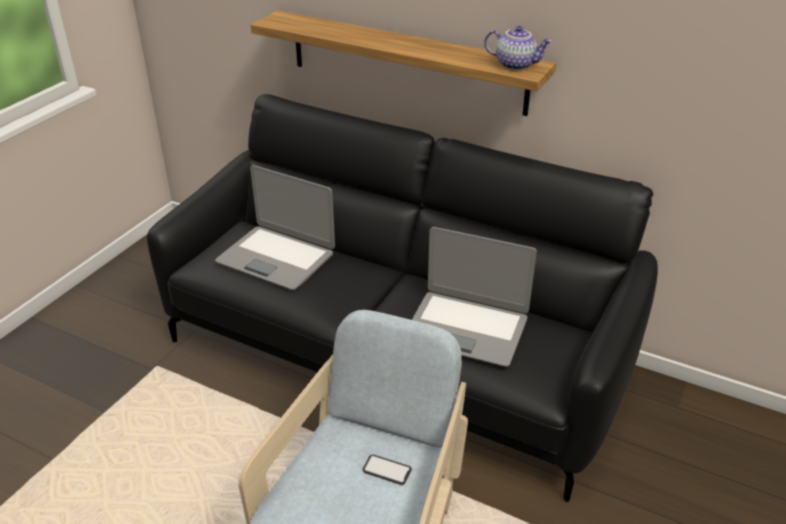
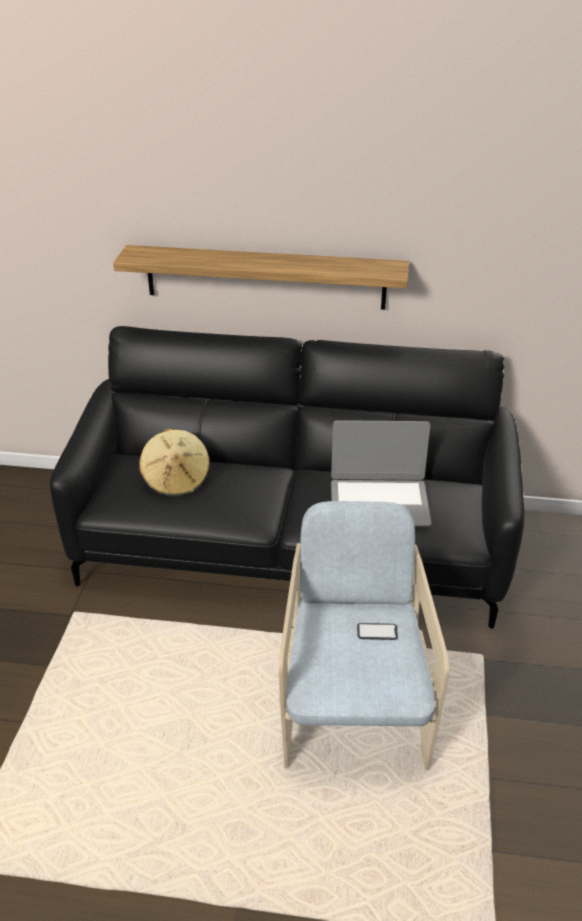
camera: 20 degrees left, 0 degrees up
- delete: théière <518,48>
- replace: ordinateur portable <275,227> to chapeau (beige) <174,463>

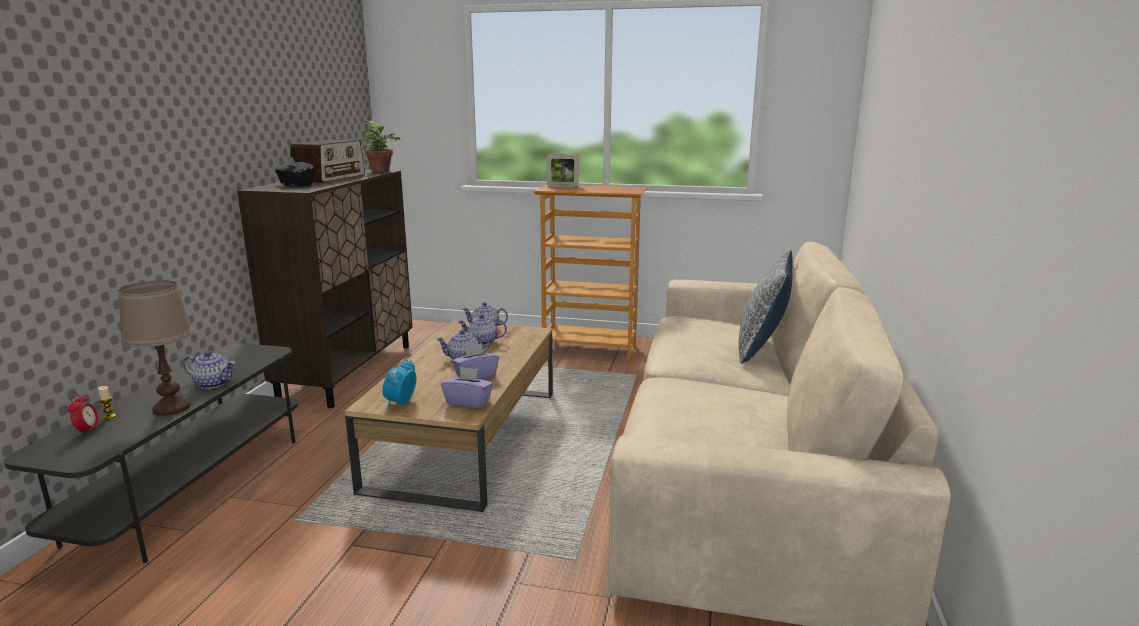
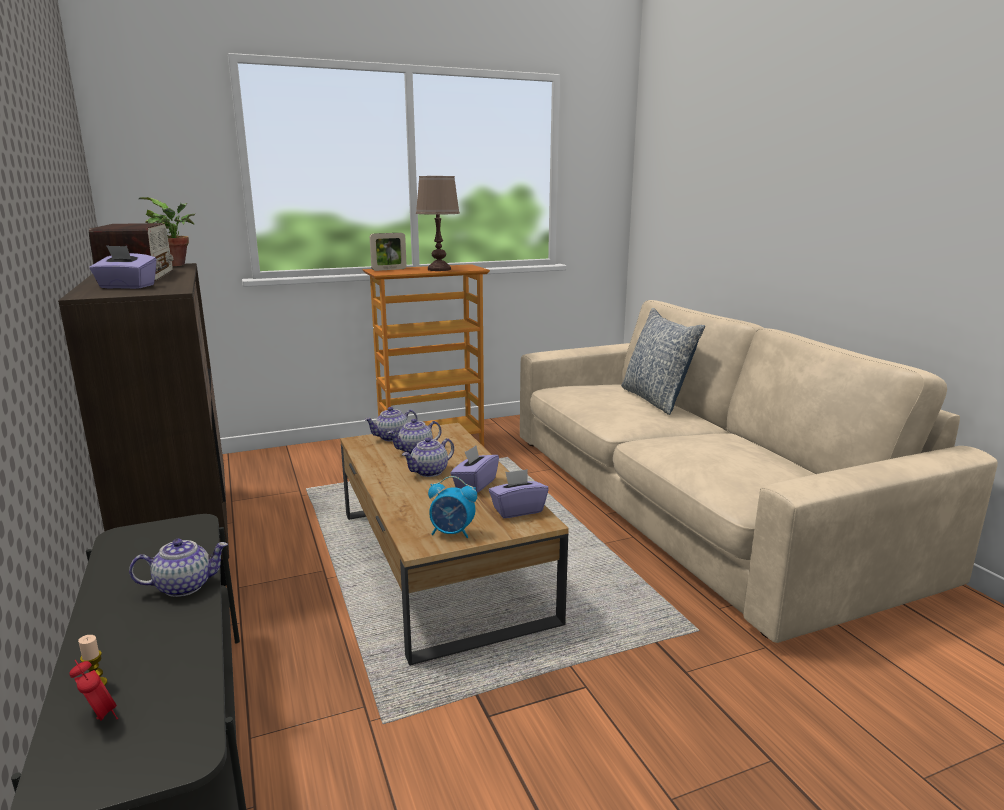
camera: 35 degrees left, 0 degrees up
- move: lampe de table (marron) <155,348> to <438,223>
- recolor: boîte à mouchoirs (noir) <294,171> to boîte à mouchoirs (violet) <123,267>
- rotate: réveil <399,384> = <452,507> 60 degrees counterclockwise

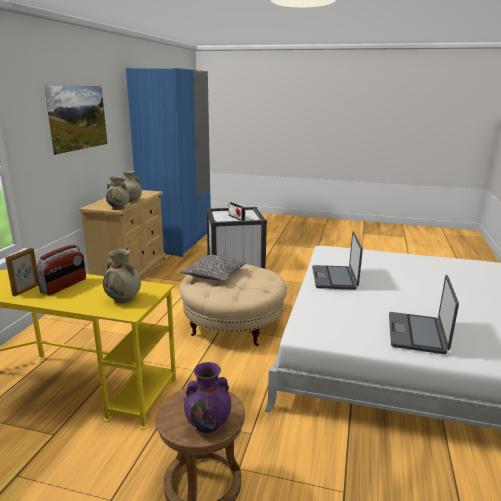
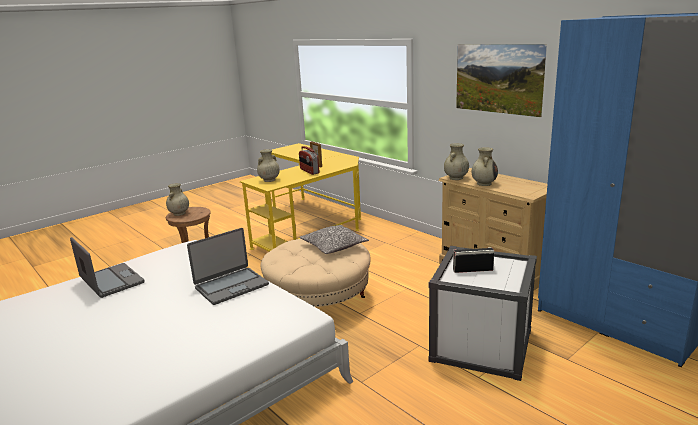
camera: 125 degrees right, 0 degrees up
- recolor: vase (violet) <207,397> to vase (beige) <177,199>
- rotate: ordinateur portable <337,261> = <228,266> 105 degrees clockwise

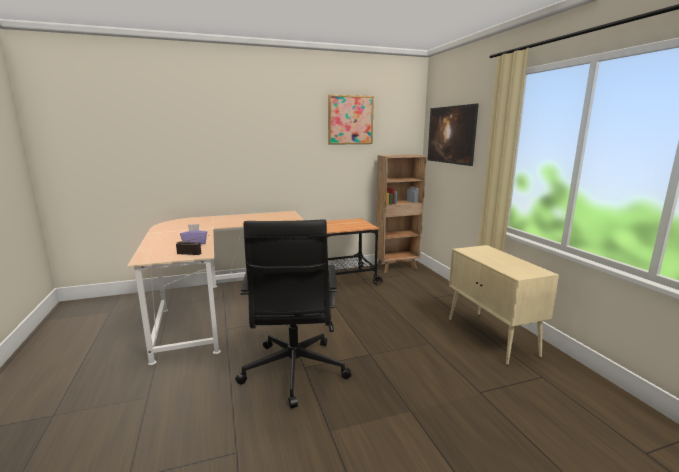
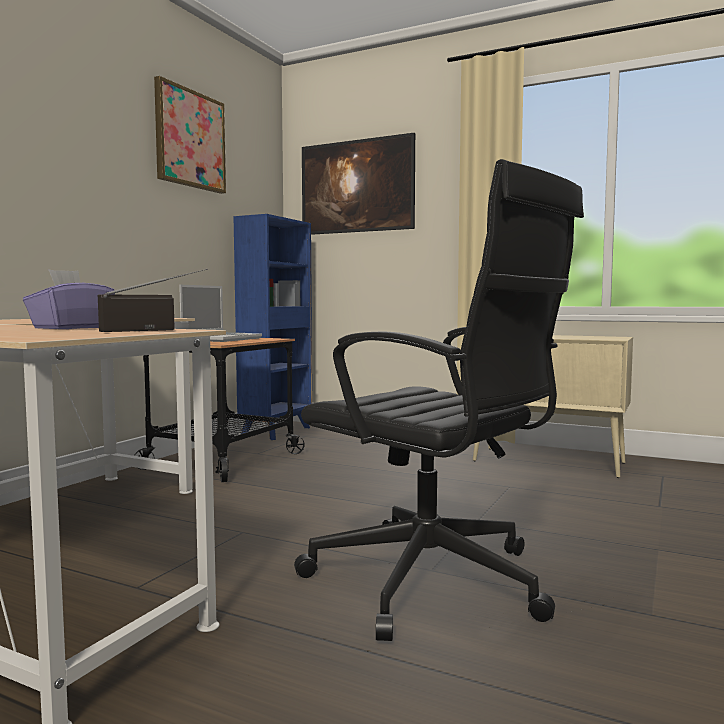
camera: 45 degrees left, 10 degrees down
- insert: ordinateur portable <220,313>
- recolor: bibliothèque (marron) <401,214> to bibliothèque (bleu) <272,327>

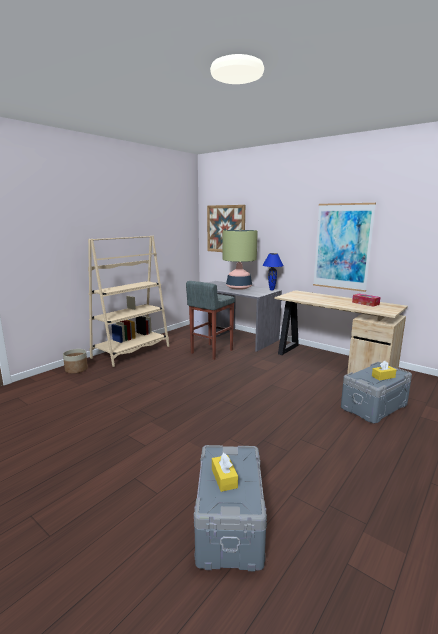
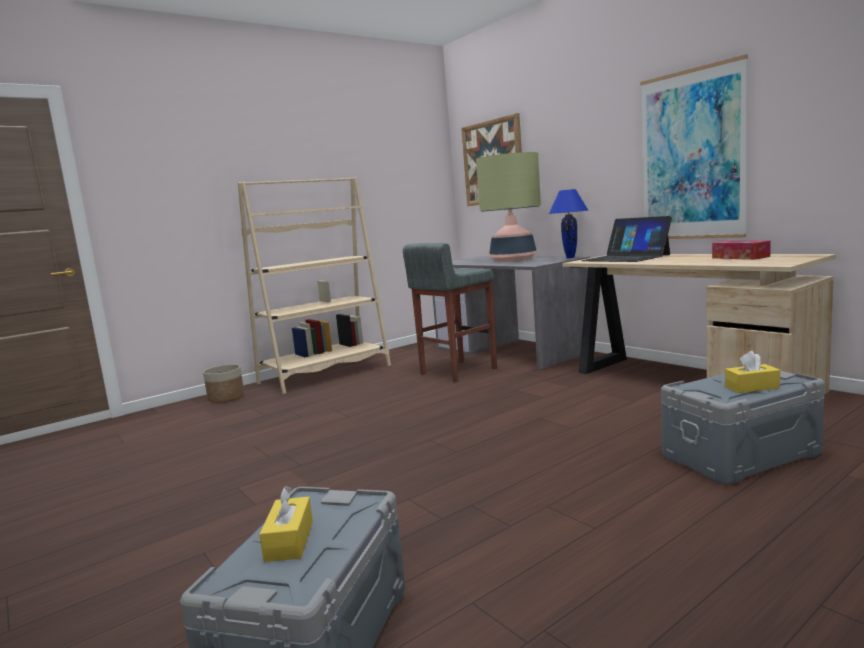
camera: 15 degrees right, 5 degrees down
- insert: ordinateur portable <626,239>

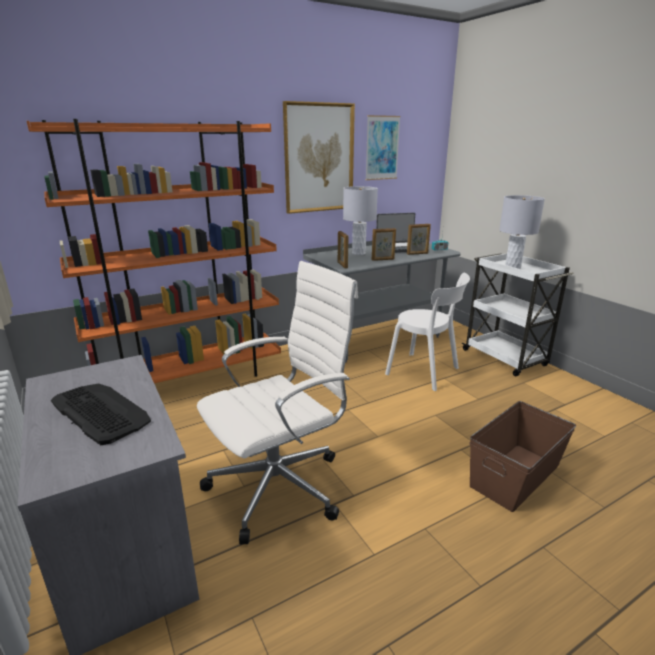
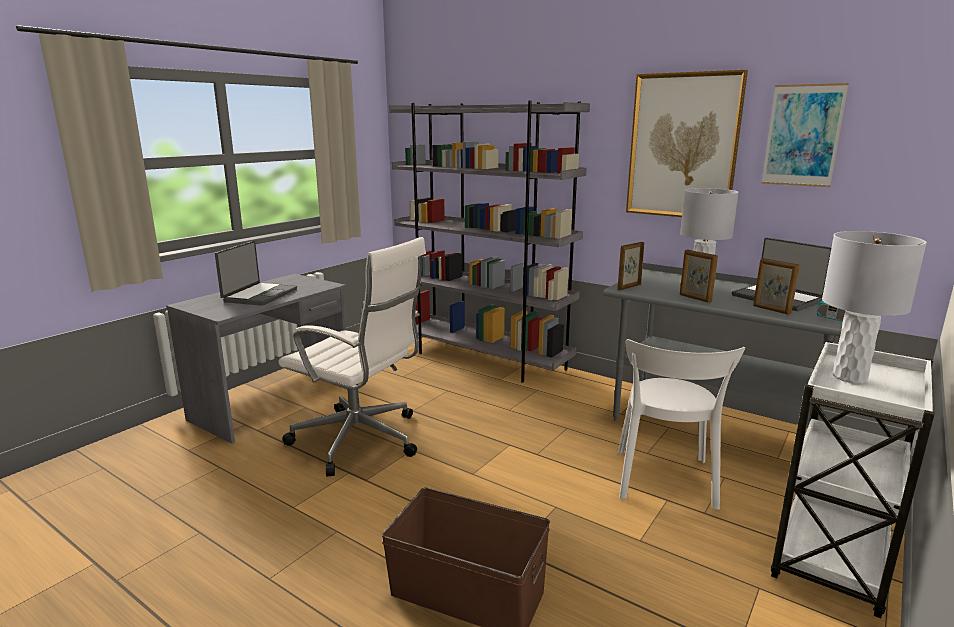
camera: 65 degrees right, 5 degrees down
- replace: clavier <101,414> to ordinateur portable <256,273>
- recolor: bibliothèque (orange) <154,251> to bibliothèque (gris) <489,242>

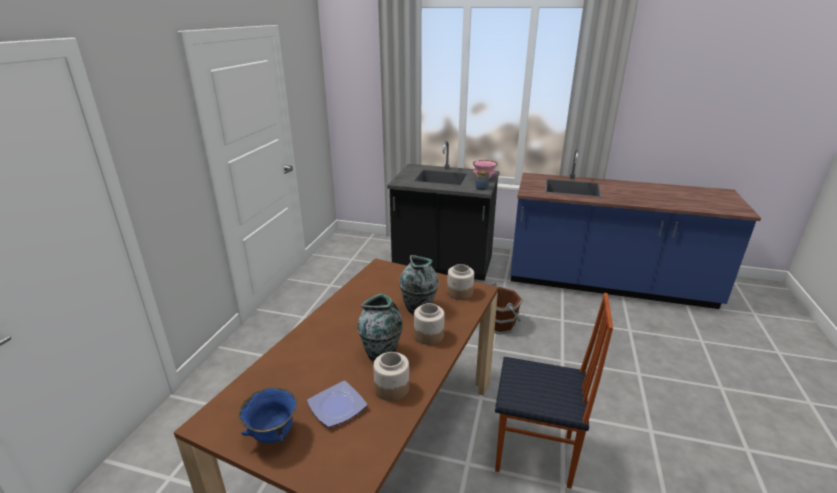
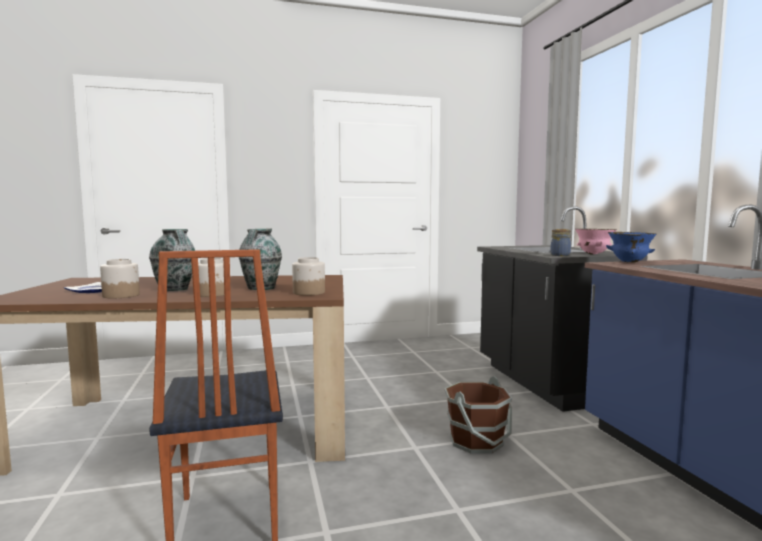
camera: 60 degrees right, 20 degrees down
- move: bol (bleu) <267,415> to <631,247>

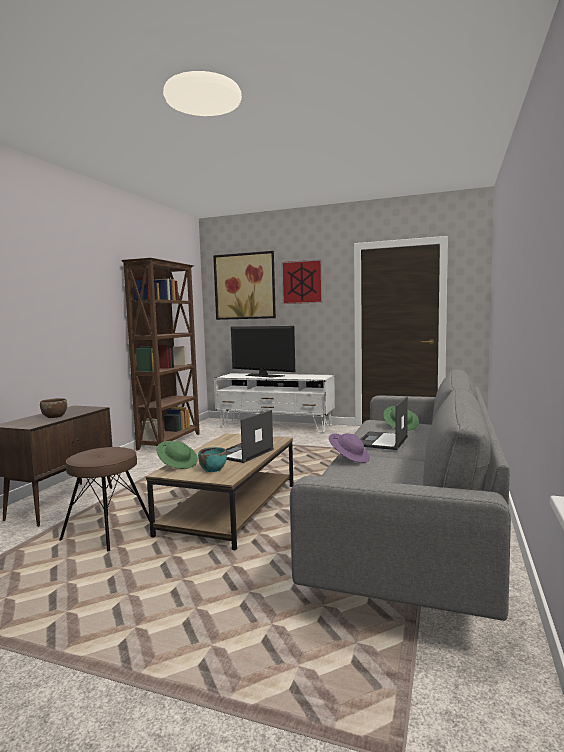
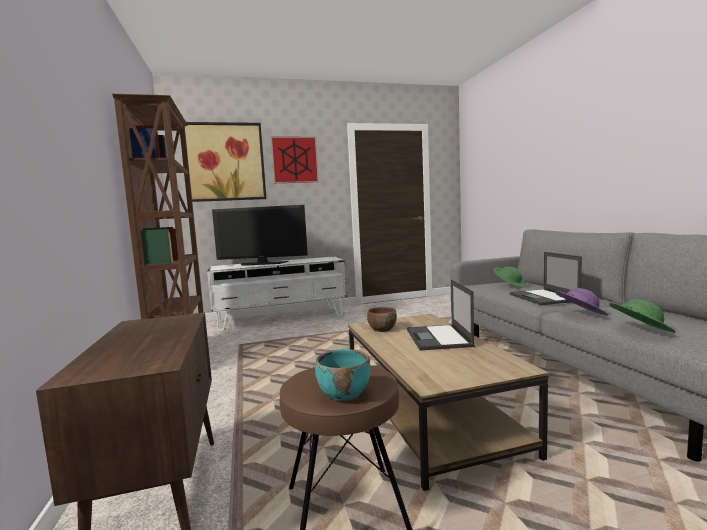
camera: 35 degrees left, 0 degrees up
- move: bol (marron) <53,408> to <382,319>
- move: chapeau (vert) <177,455> to <642,316>
- move: bol (turquoise) <212,459> to <342,375>

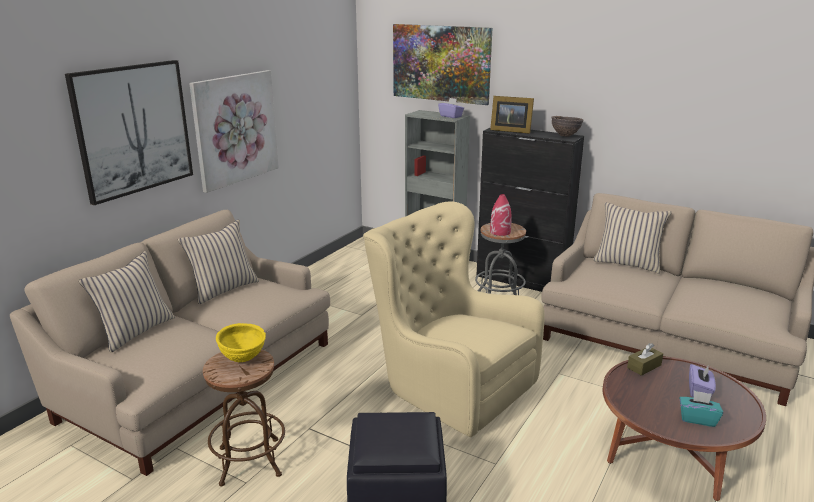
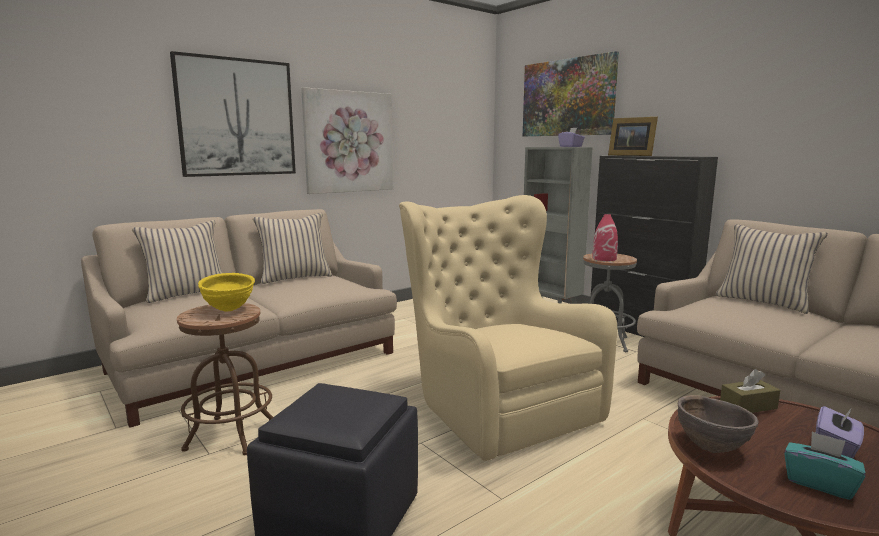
camera: 20 degrees right, 10 degrees down
- move: bol (marron) <567,126> to <718,424>

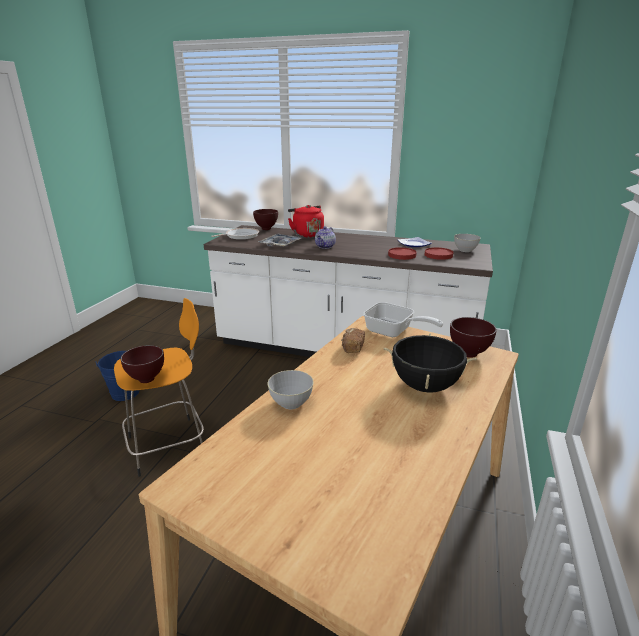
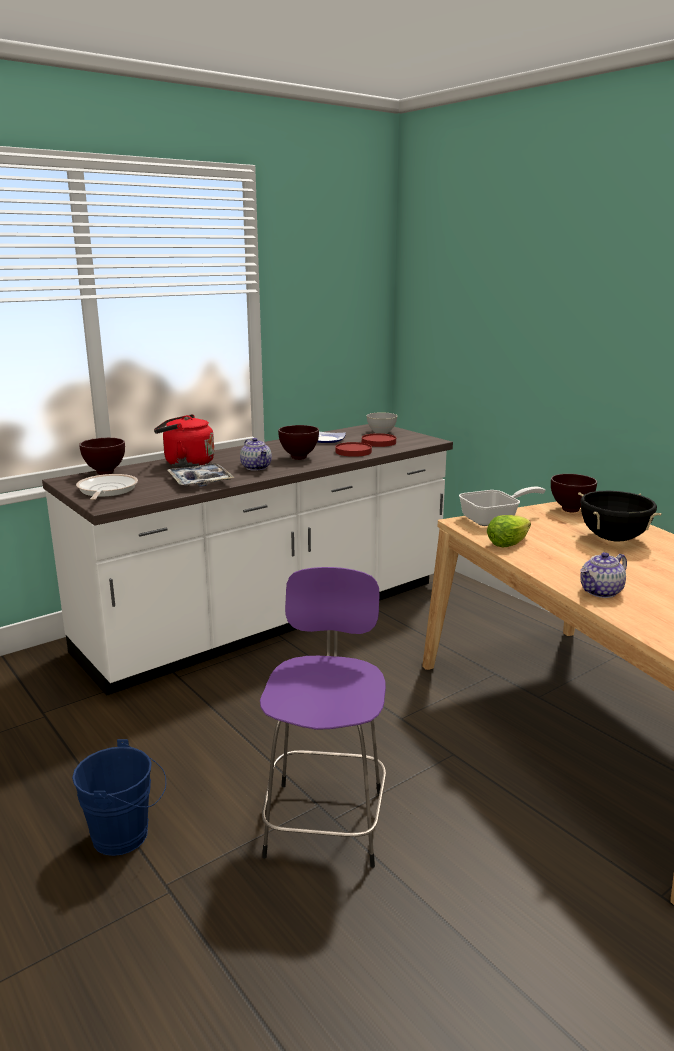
camera: 55 degrees left, 5 degrees down
- move: bol (marron) <142,364> to <298,442>
- replace: bol (gris) <291,389> to théière <603,575>
- replace: pain <353,340> to laitue <509,531>
- recolor: tabouret (orange) <159,387> to tabouret (violet) <323,717>

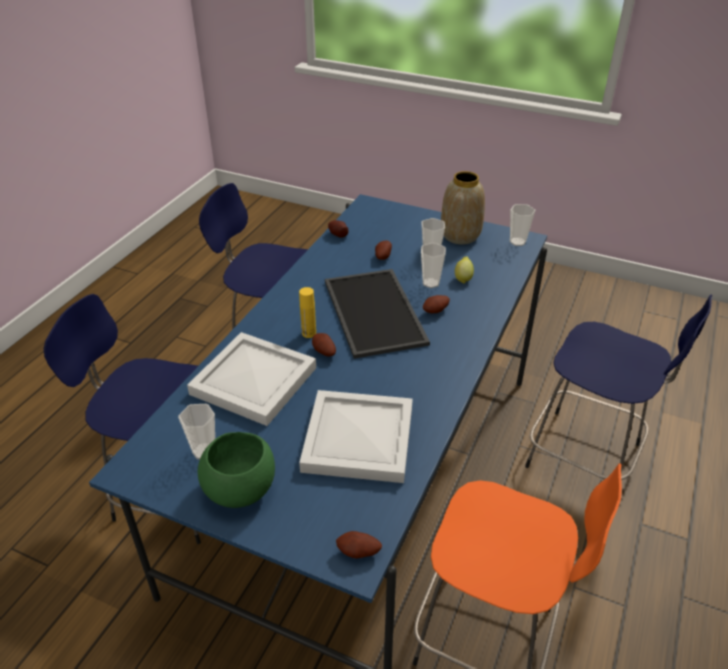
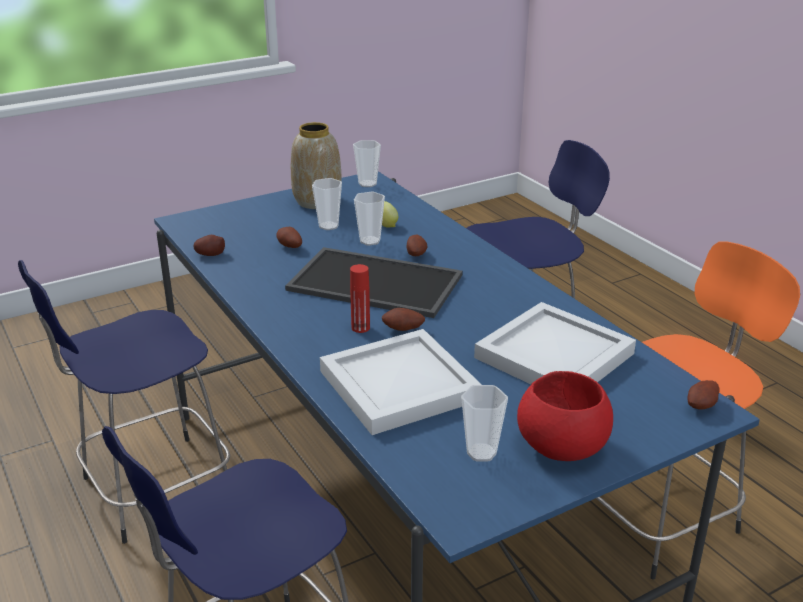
camera: 55 degrees left, 10 degrees down
- recolor: bol (vert) <236,470> to bol (rouge) <565,416>
- recolor: bouteille (jaune) <307,312> to bouteille (rouge) <360,298>

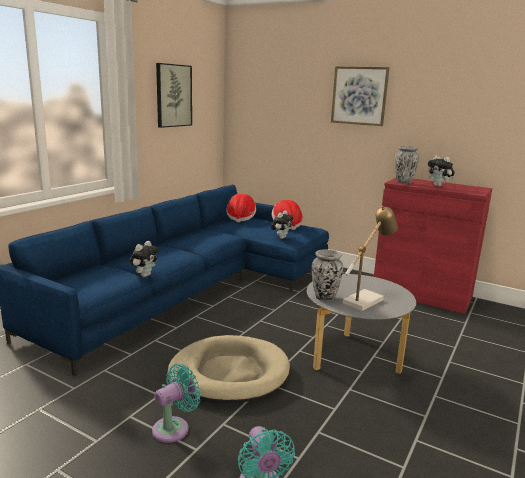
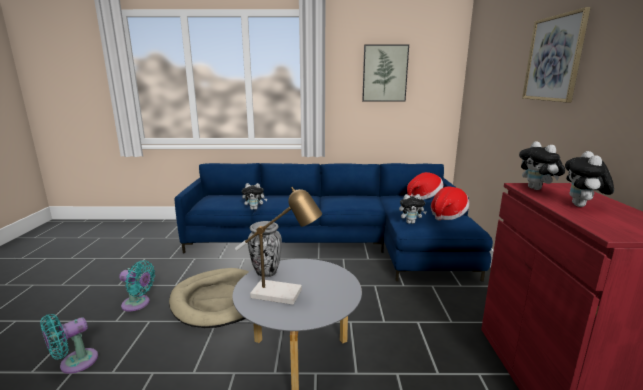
camera: 60 degrees right, 0 degrees up
- replace: vase <407,165> to peluche <542,165>

